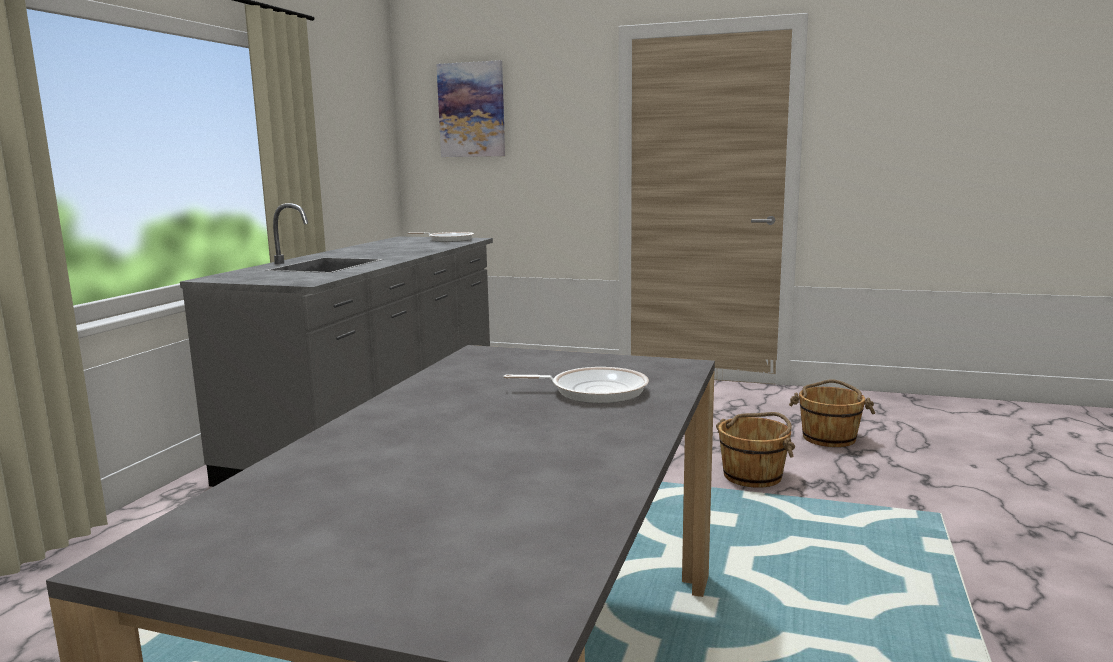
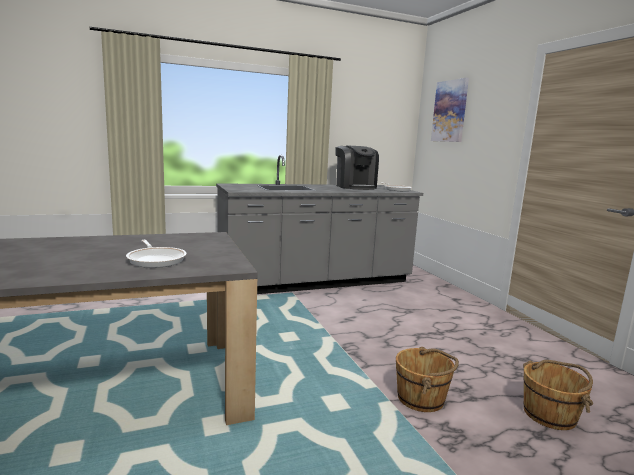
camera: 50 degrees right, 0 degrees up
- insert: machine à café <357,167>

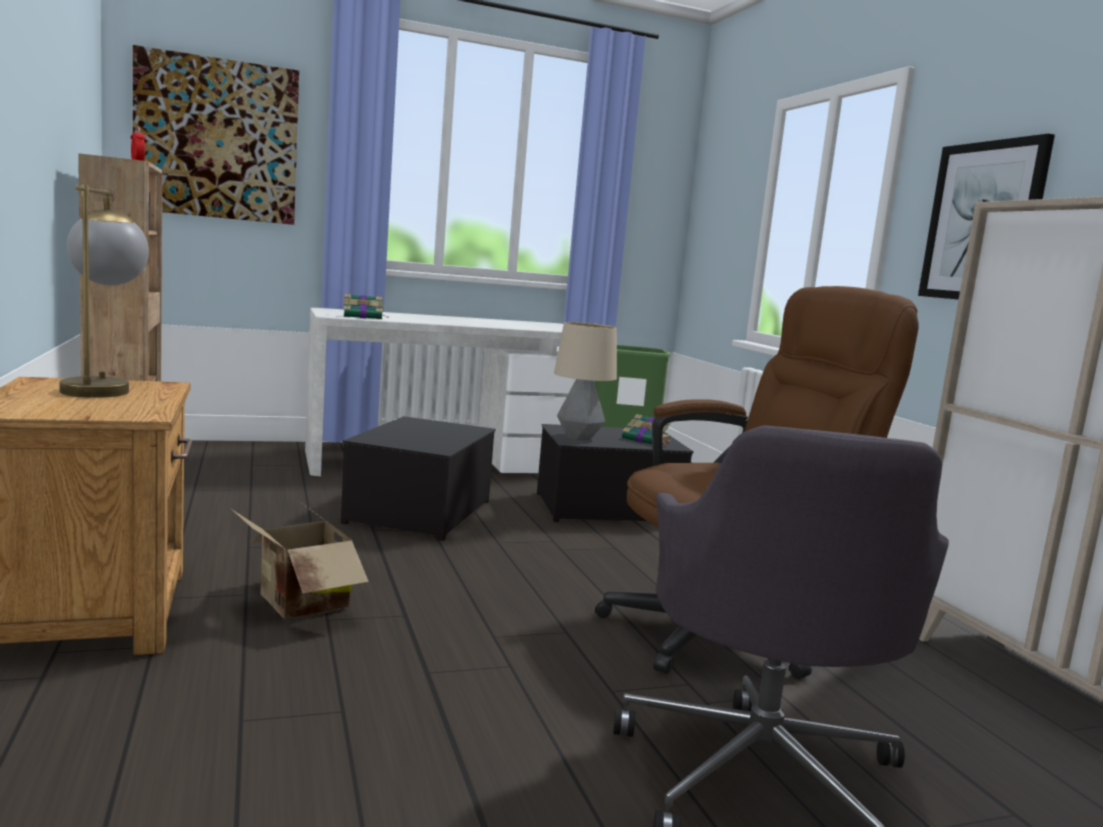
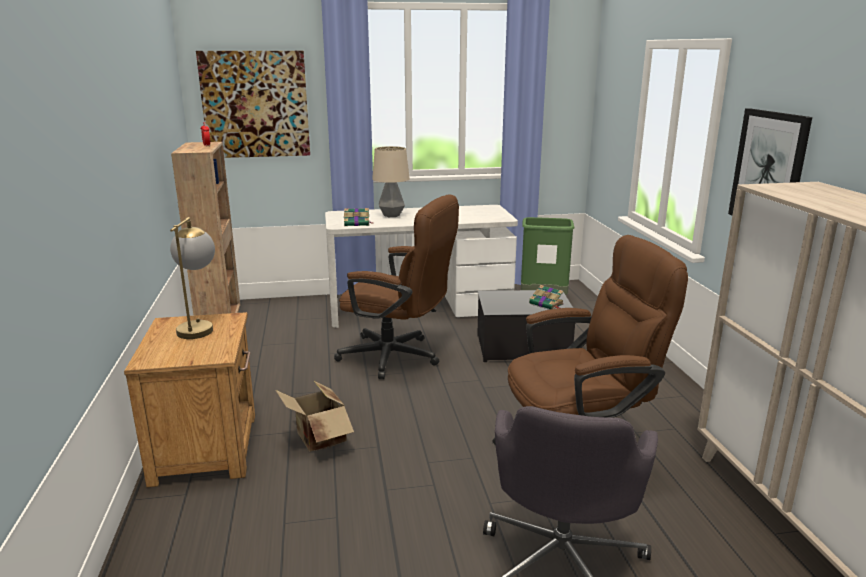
camera: 10 degrees right, 10 degrees up
- move: lampe de table <585,381> to <391,181>
- replace: boîte de rangement <418,478> to chaise de bureau (marron) <396,286>

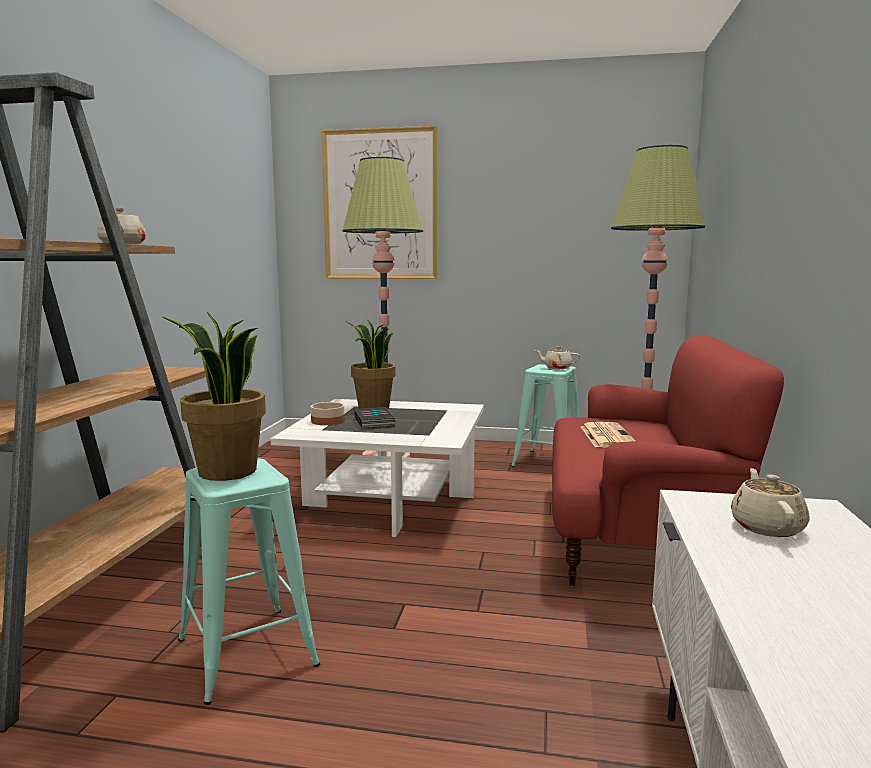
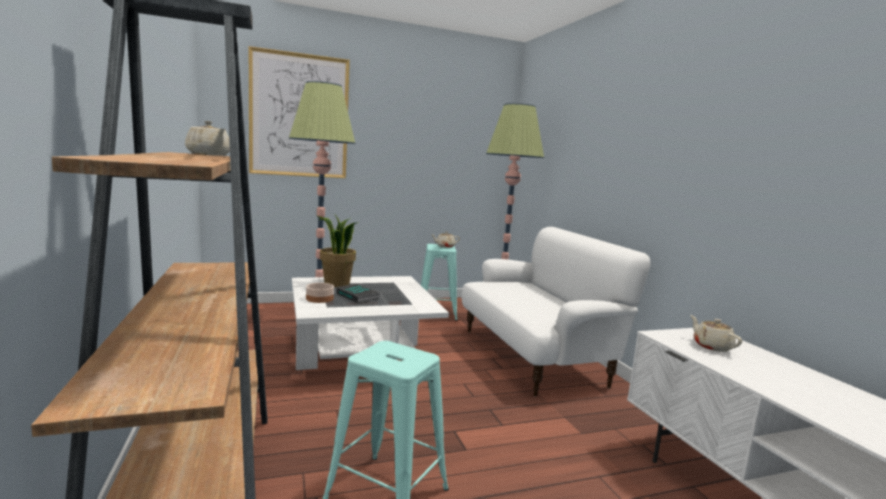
camera: 30 degrees left, 0 degrees up
- delete: plante en pot <214,396>
- delete: journal <608,435>
- recolor: canapé (rouge) <668,461> to canapé (blanc) <556,312>

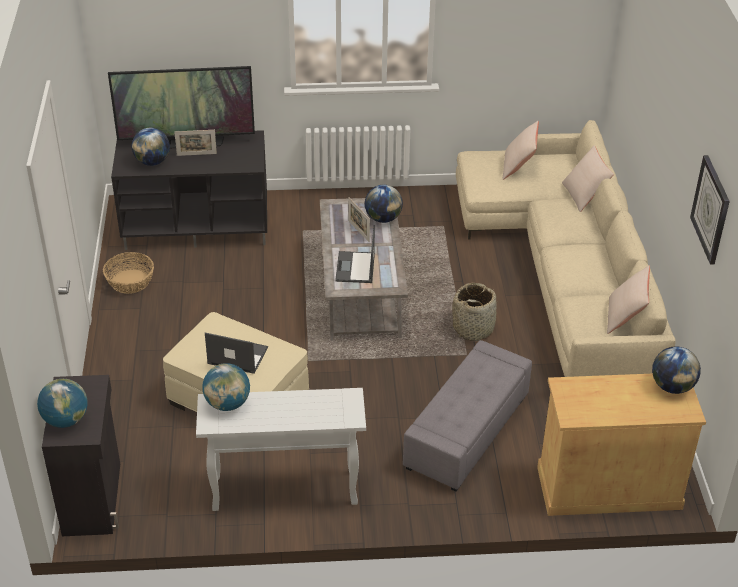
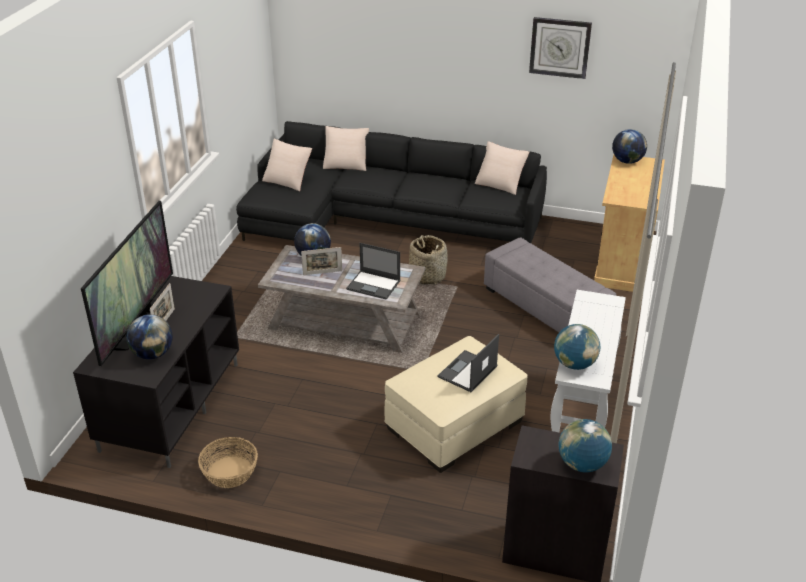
camera: 70 degrees left, 5 degrees down
- recolor: canapé (beige) <566,248> to canapé (noir) <391,182>

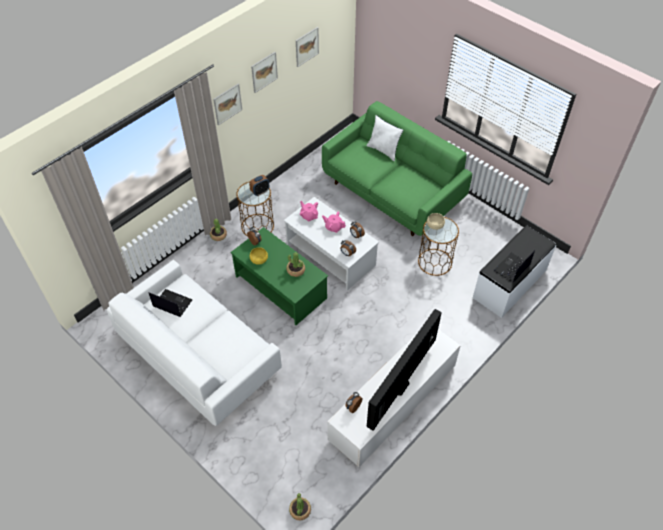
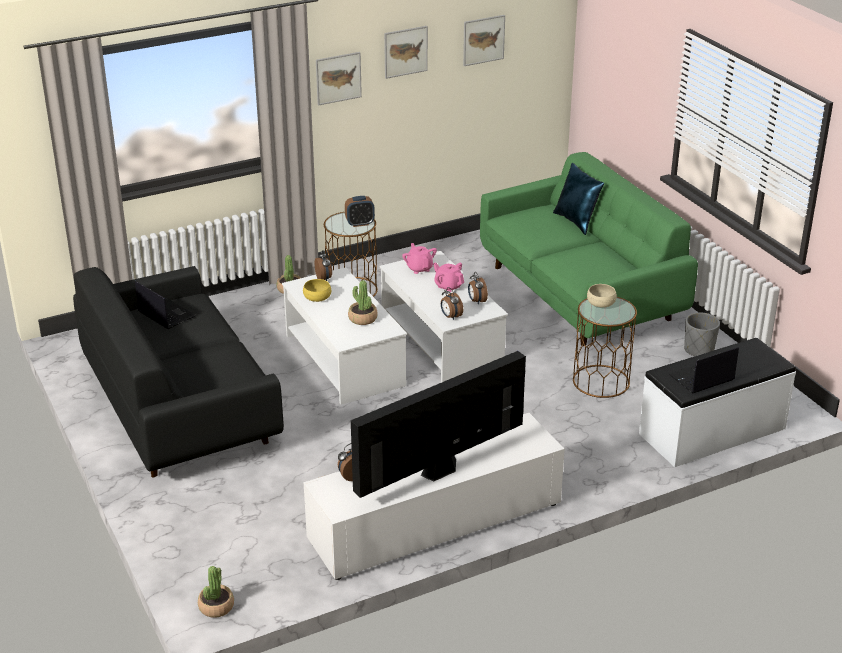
camera: 20 degrees right, 20 degrees down
- insert: cache-pot (gris) <702,334>
- recolor: canapé (blanc) <194,343> to canapé (noir) <178,372>
- recolor: table basse (vert) <279,276> to table basse (blanc) <344,336>
- recolor: coussin (blanc) <384,138> to coussin (bleu) <578,199>

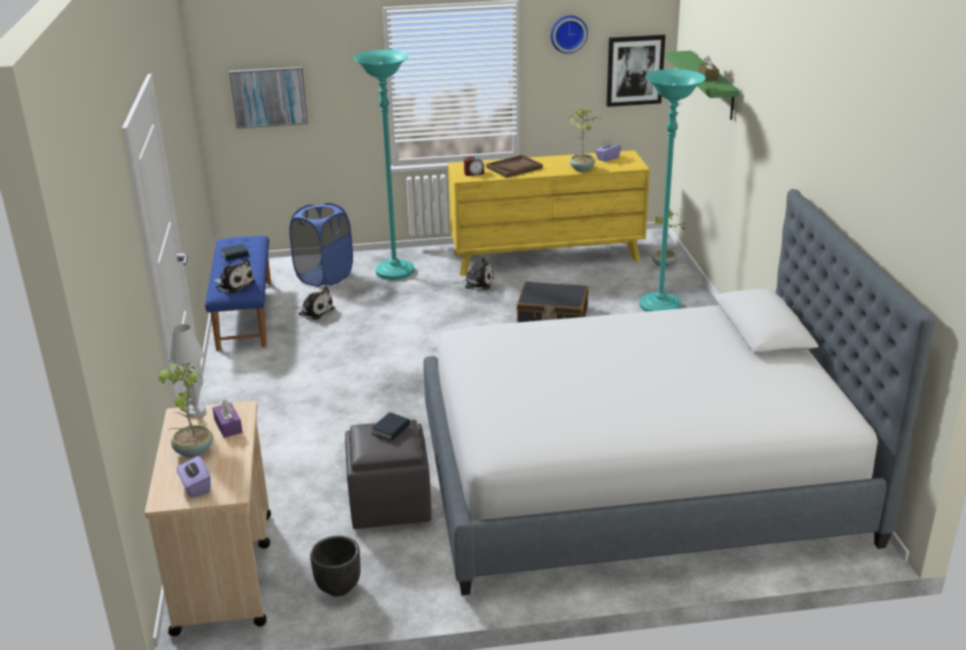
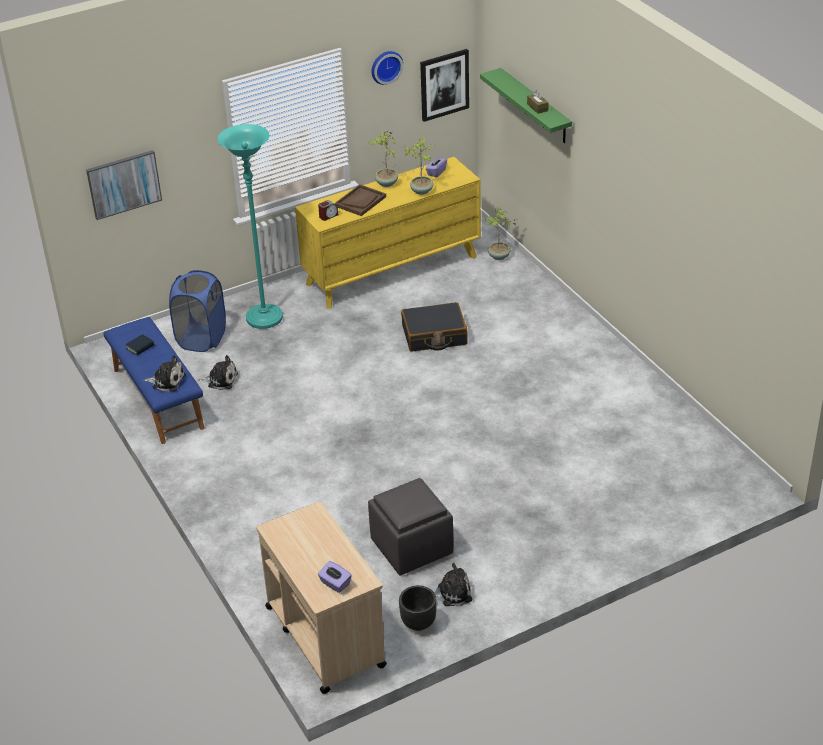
camera: 20 degrees left, 10 degrees up
- delete: lampe de table (blanc) <187,371>
- delete: boîte à mouchoirs (violet) <228,418>
- delete: livre <391,426>
- delete: lit <679,392>
- delete: lampadaire (turquoise) <672,190>
- move: plante en pot <185,410> to <383,159>
- move: peluche <474,274> to <453,584>

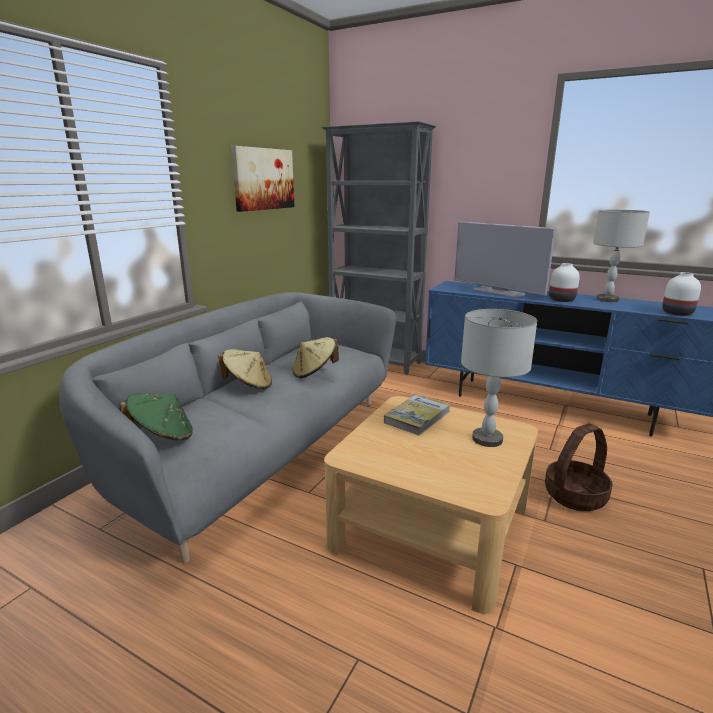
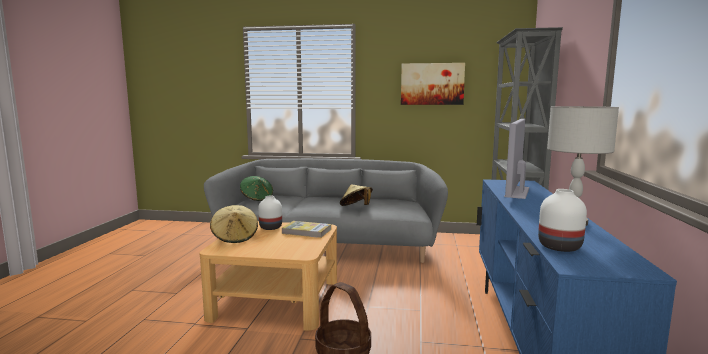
camera: 70 degrees right, 10 degrees down
- delete: lampe de table (gris) <499,378>
- move: chapeau (beige) <245,369> to <234,224>
- move: vase (blanc) <564,282> to <270,213>

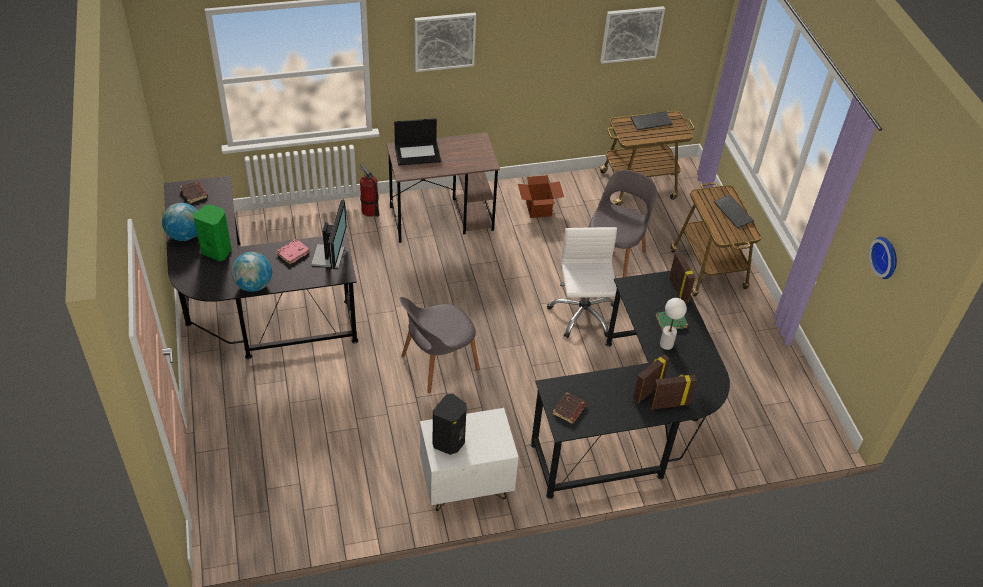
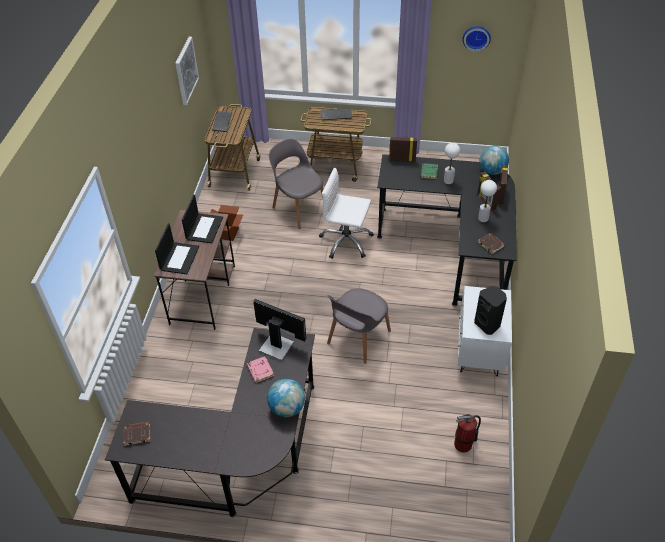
camera: 65 degrees left, 0 degrees up
- delete: enceinte (vert) <212,233>
- delete: tableau <445,42>
- insert: ordinateur portable <202,219>
- insert: lampe de table (blanc) <487,201>
- move: globe <180,222> to <494,160>
- move: extincteur <369,190> to <467,433>
- rotate: chaise (gris) <440,345> = <359,326> 45 degrees clockwise

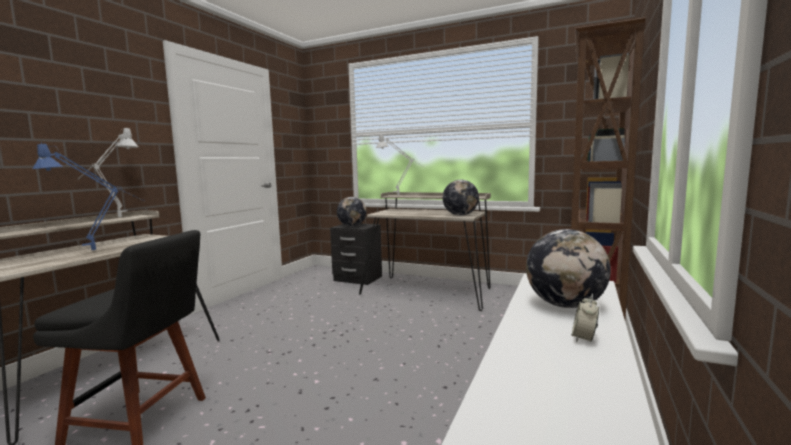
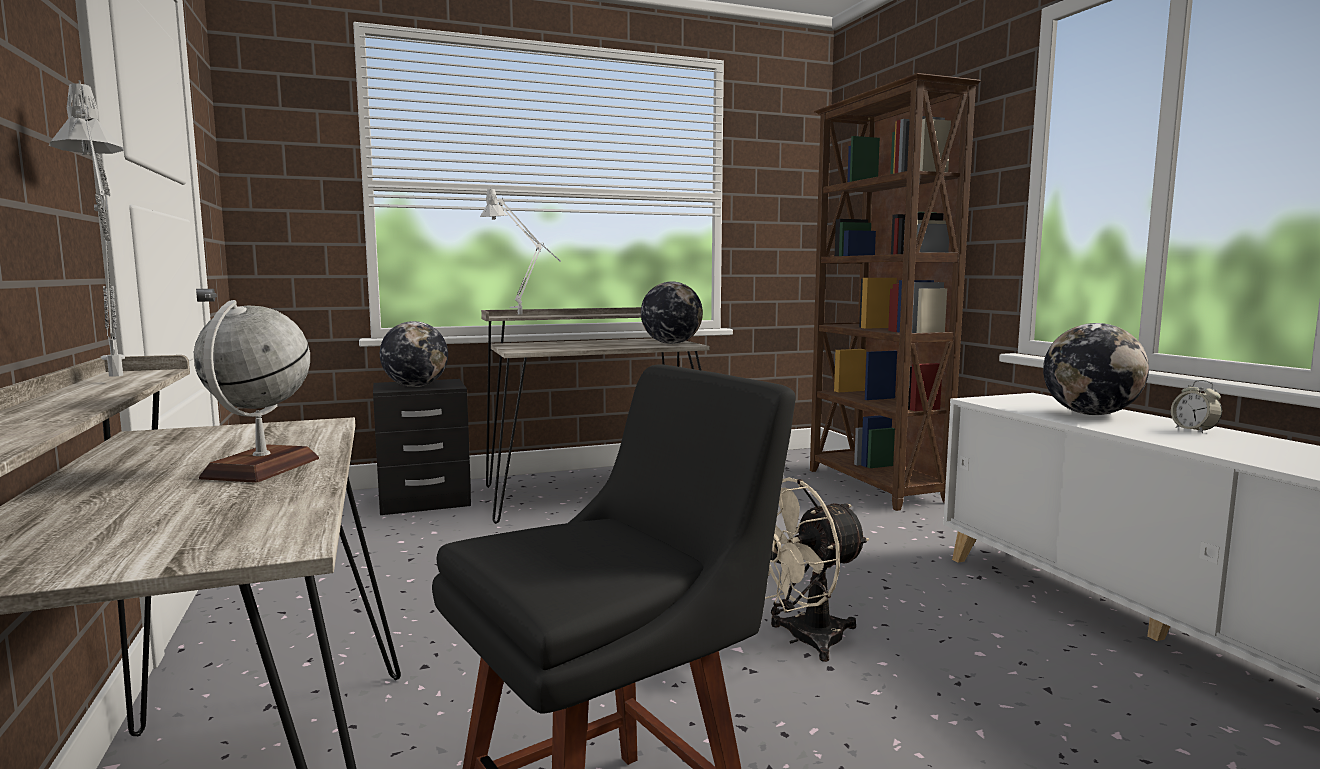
camera: 45 degrees left, 0 degrees up
- insert: ventilateur (beige) <817,569>
- replace: lampe de table (bleu) <88,196> to globe <256,391>

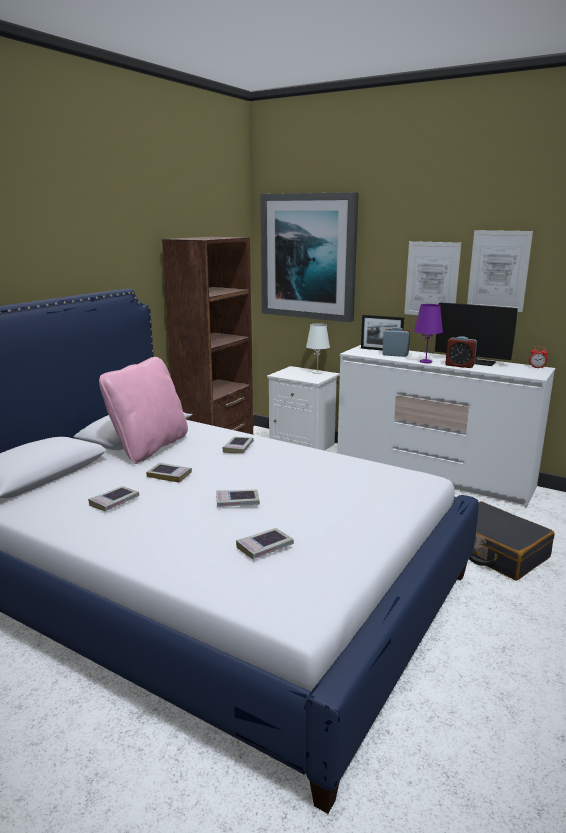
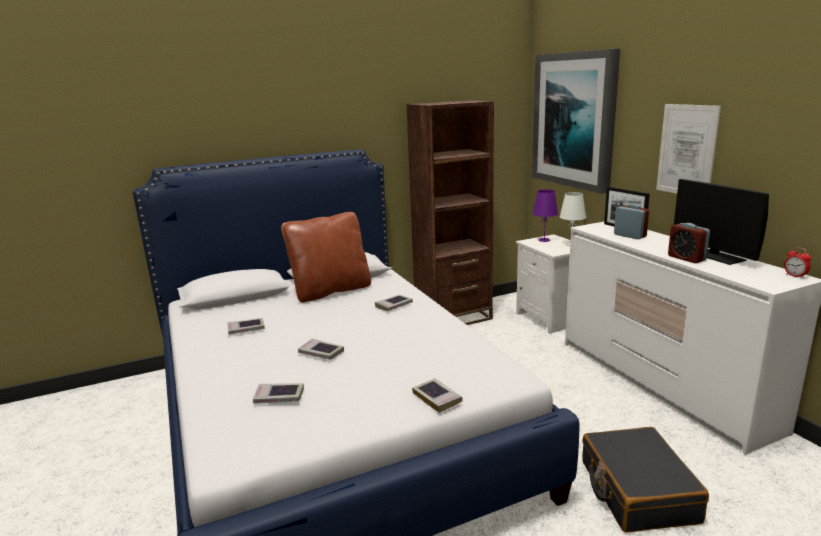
camera: 35 degrees right, 0 degrees up
- delete: tableau <500,271>
- move: livre <169,473> to <437,395>
- move: lampe de table (violet) <428,333> to <545,215>
- recolor: coussin (rose) <143,410> to coussin (marron) <326,257>

